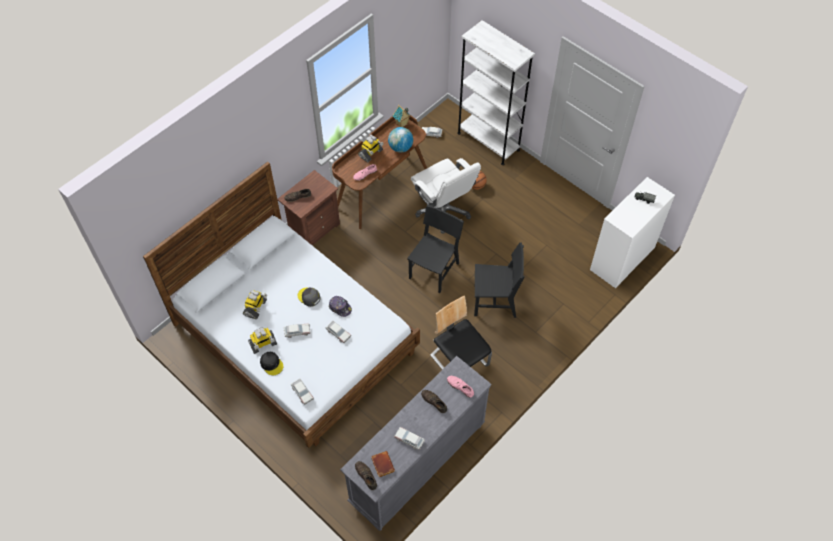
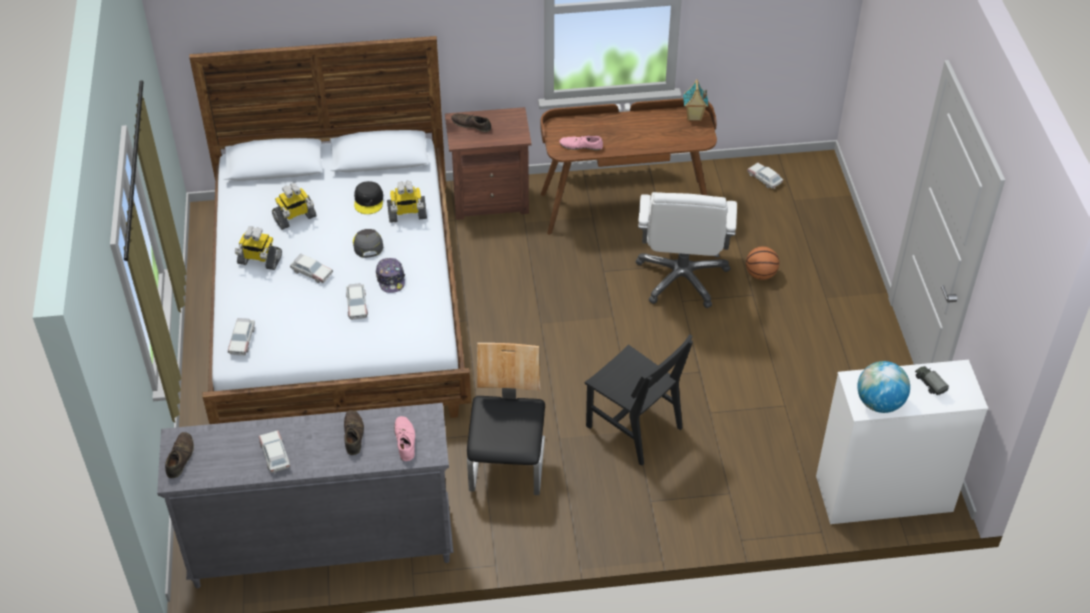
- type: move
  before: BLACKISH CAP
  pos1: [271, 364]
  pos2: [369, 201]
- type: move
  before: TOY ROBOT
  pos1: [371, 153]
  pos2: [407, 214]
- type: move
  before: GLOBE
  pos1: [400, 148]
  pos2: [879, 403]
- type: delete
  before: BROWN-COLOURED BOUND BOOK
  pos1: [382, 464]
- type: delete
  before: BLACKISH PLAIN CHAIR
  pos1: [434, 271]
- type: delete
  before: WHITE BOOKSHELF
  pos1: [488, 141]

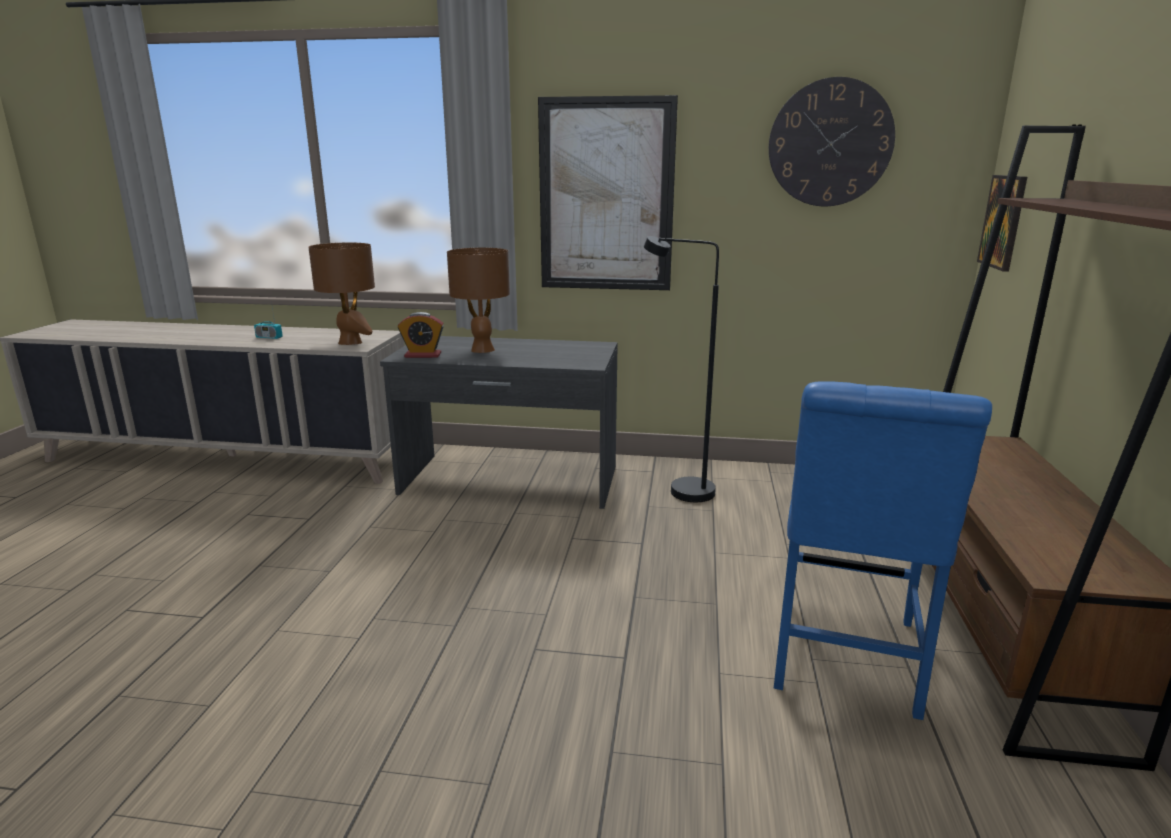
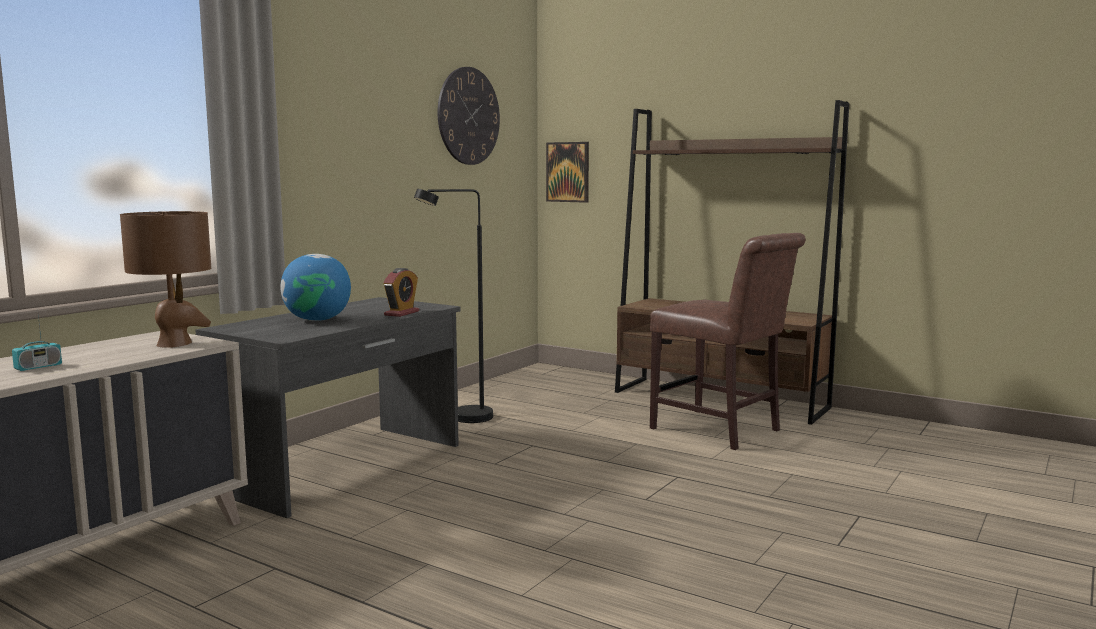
- type: replace
  before: BROWN-COLOURED LAMP FOR A TABLE
  after: GLOBE
  pos1: [482, 349]
  pos2: [317, 320]
- type: move
  before: TABLE CLOCK
  pos1: [423, 355]
  pos2: [401, 313]
- type: recolor
  before: BLUE PLAIN CHAIR
  after: BROWN-COLOURED PLAIN CHAIR
  pos1: [844, 660]
  pos2: [720, 431]
- type: delete
  before: PICTURE
  pos1: [606, 196]

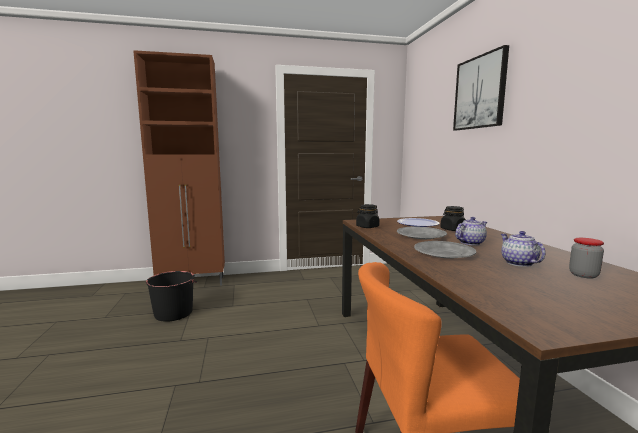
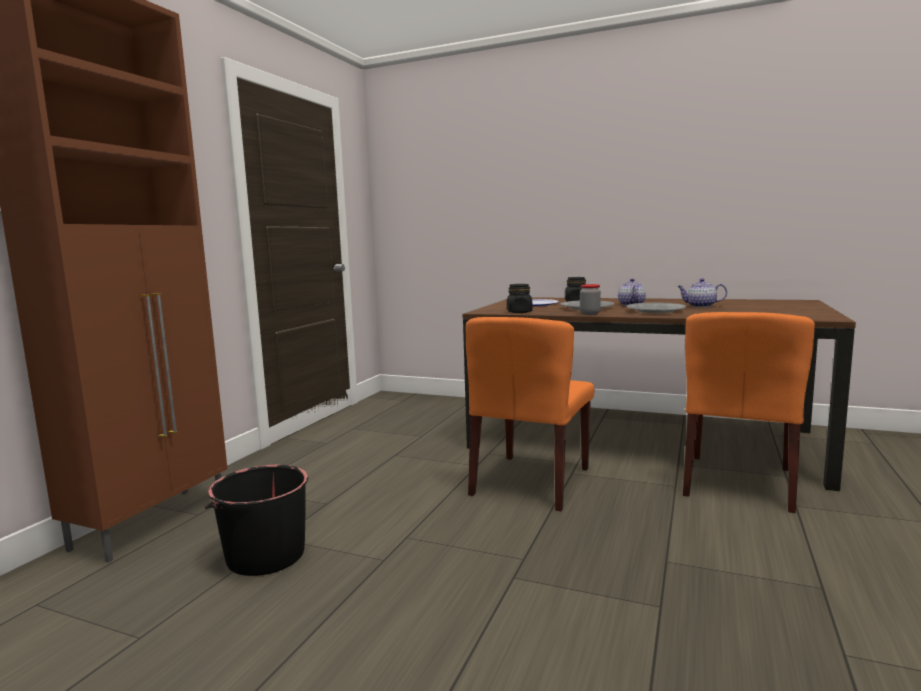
- type: insert
  after: ORANGE-COLOURED PLAIN CHAIR
  pos2: [531, 482]
- type: move
  before: STORAGE JAR
  pos1: [583, 275]
  pos2: [590, 314]
- type: delete
  before: PICTURE
  pos1: [480, 92]

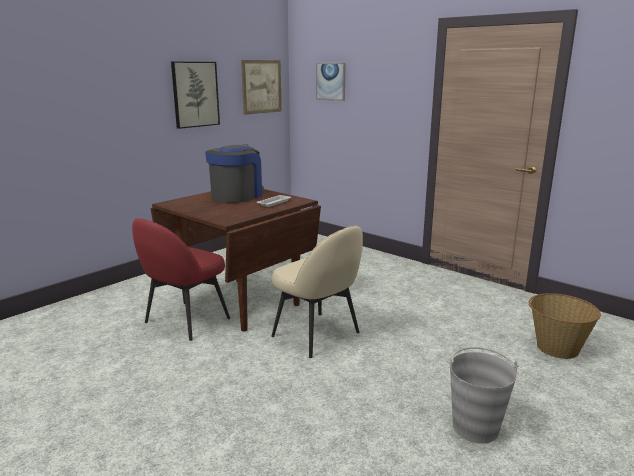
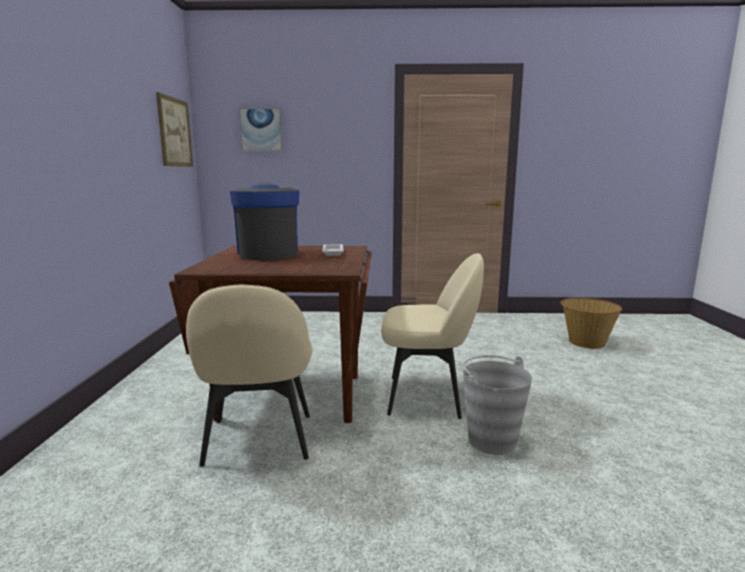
- type: recolor
  before: REDDISH PLAIN CHAIR
  after: BEIGE PLAIN CHAIR
  pos1: [185, 321]
  pos2: [258, 441]
- type: move
  before: GREY BUCKET
  pos1: [475, 427]
  pos2: [492, 440]
- type: delete
  before: PICTURE
  pos1: [195, 94]

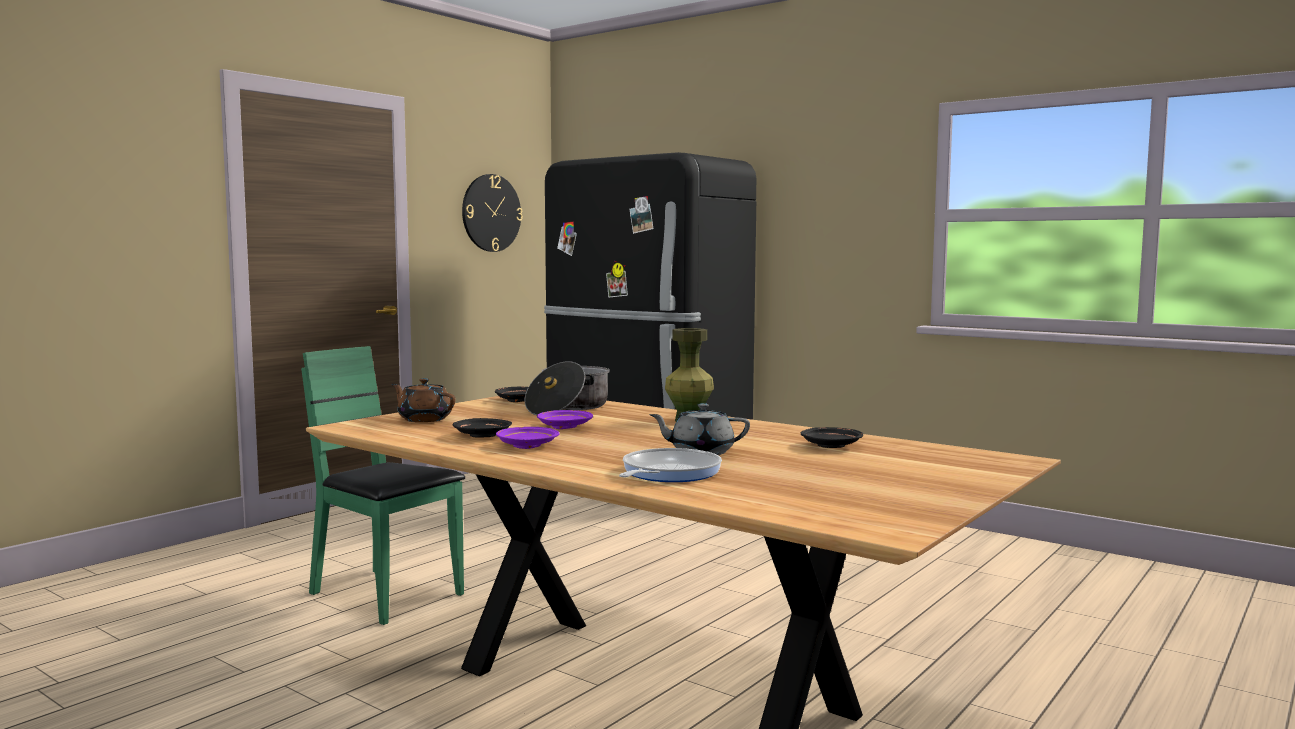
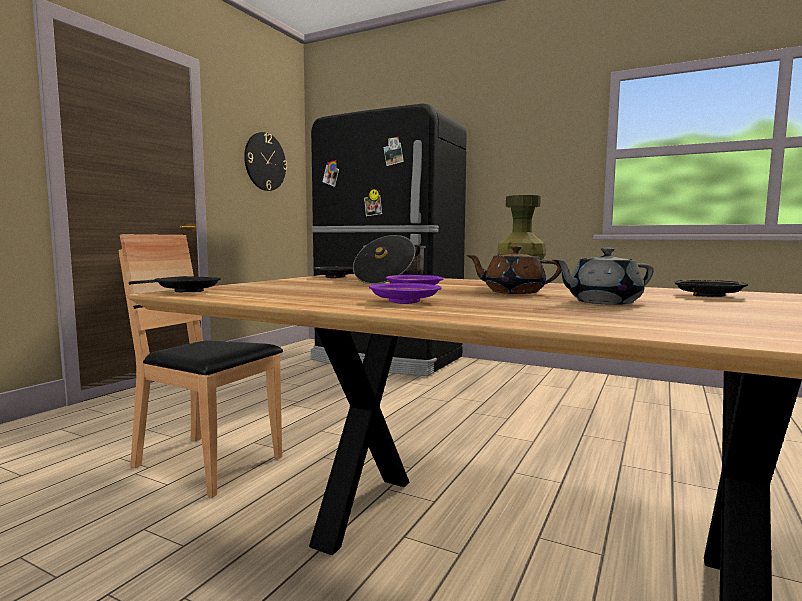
- type: recolor
  before: GREENISH PLAIN CHAIR
  after: BROWN-COLOURED PLAIN CHAIR
  pos1: [385, 595]
  pos2: [207, 463]
- type: move
  before: BLACKISH DINNER PLATE
  pos1: [483, 436]
  pos2: [189, 292]
- type: move
  before: BROWN-COLOURED TEAPOT
  pos1: [424, 419]
  pos2: [513, 292]
- type: delete
  before: FRYING PAN
  pos1: [667, 473]

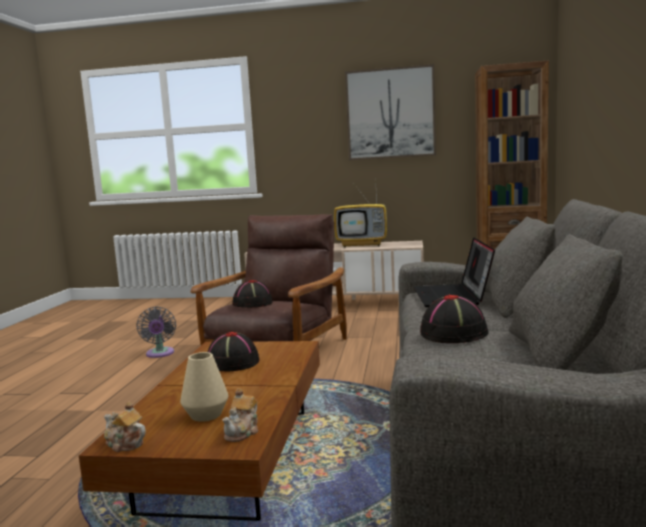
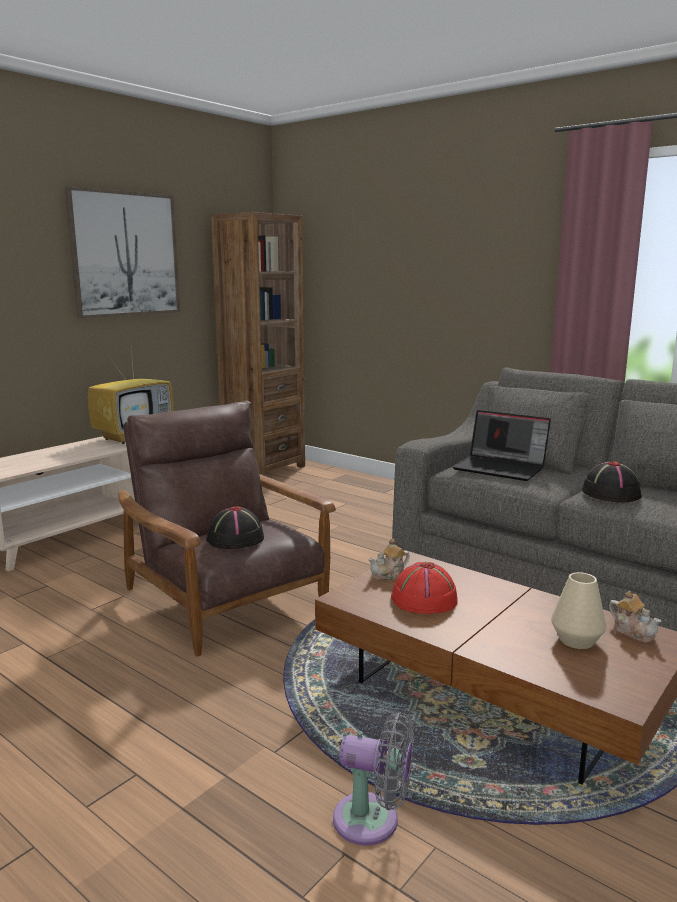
- type: move
  before: GREY FAN
  pos1: [160, 354]
  pos2: [373, 821]
- type: move
  before: TEAPOT
  pos1: [125, 444]
  pos2: [389, 575]
- type: recolor
  before: BLACKISH HAT
  after: REDDISH HAT
  pos1: [232, 362]
  pos2: [423, 600]

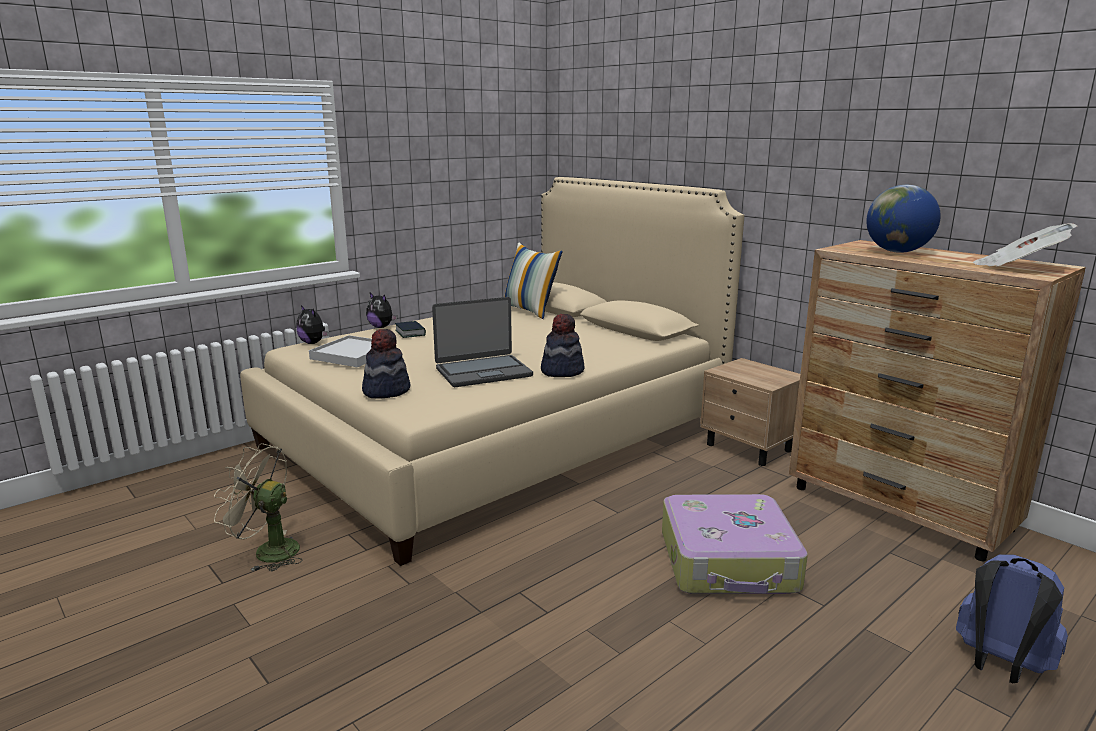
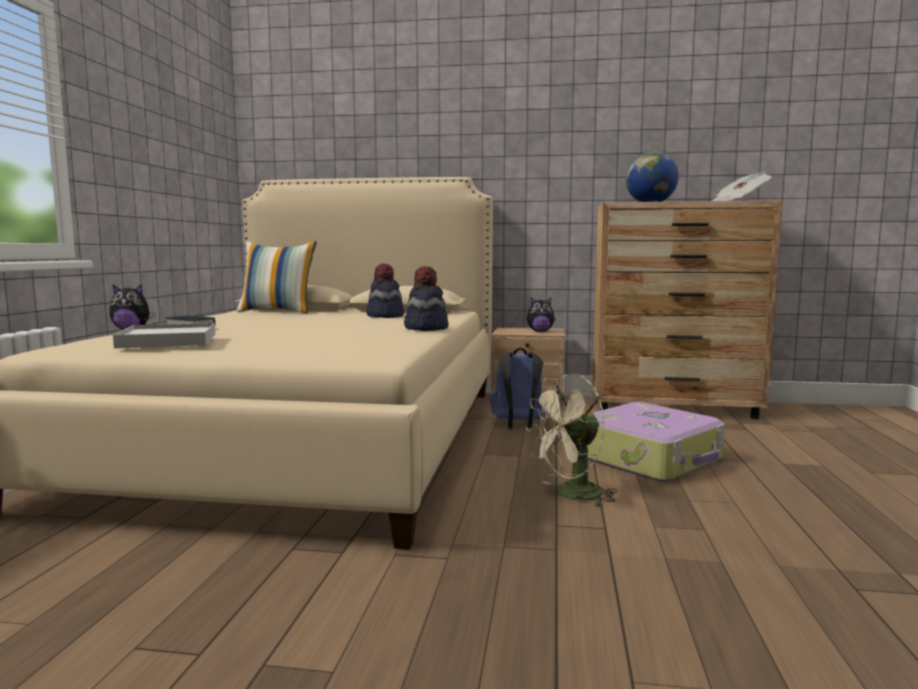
- type: move
  before: HAT
  pos1: [386, 391]
  pos2: [385, 316]
- type: move
  before: BLUE RUCKSACK
  pos1: [999, 665]
  pos2: [518, 425]
- type: move
  before: BEIGE FAN
  pos1: [267, 551]
  pos2: [571, 495]
- type: move
  before: SOFT TOY
  pos1: [313, 343]
  pos2: [540, 331]
- type: delete
  before: PORTABLE COMPUTER
  pos1: [483, 372]

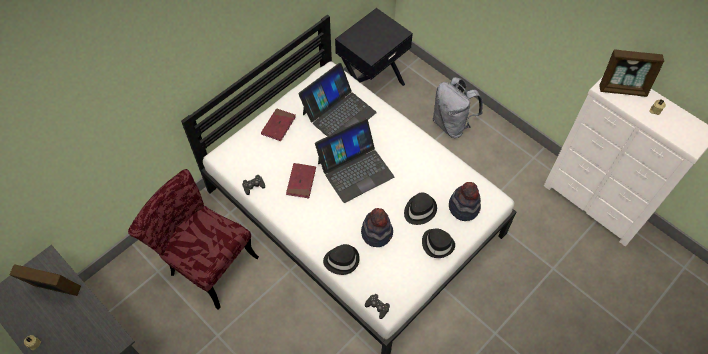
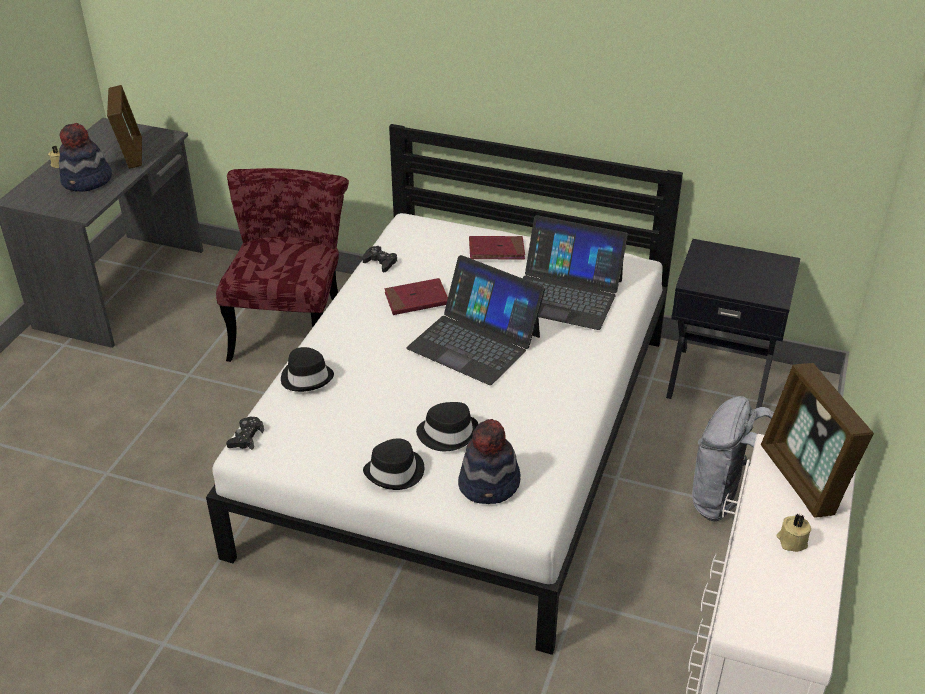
- type: move
  before: HAT
  pos1: [377, 232]
  pos2: [87, 181]

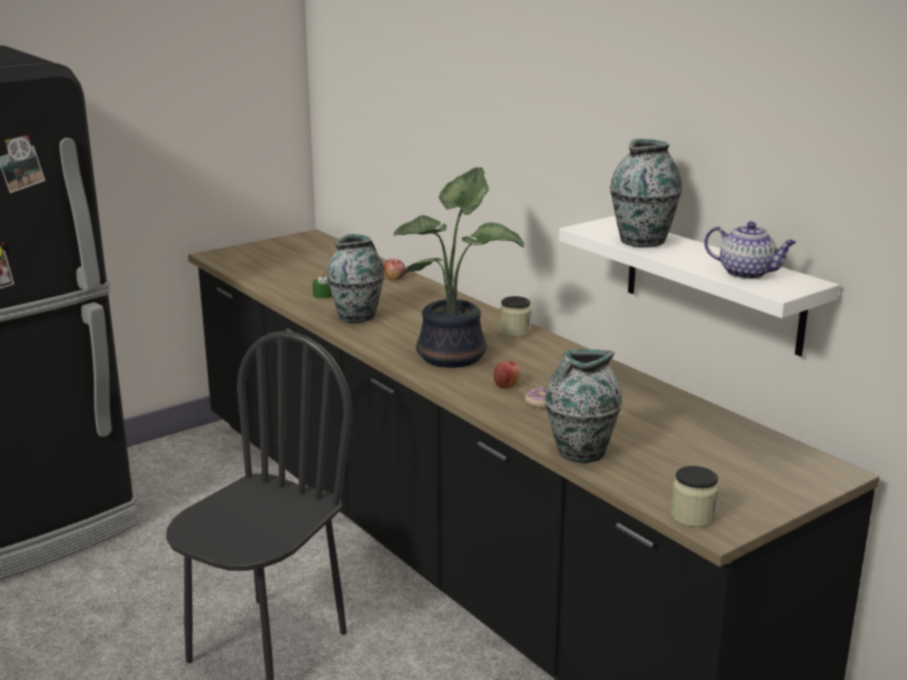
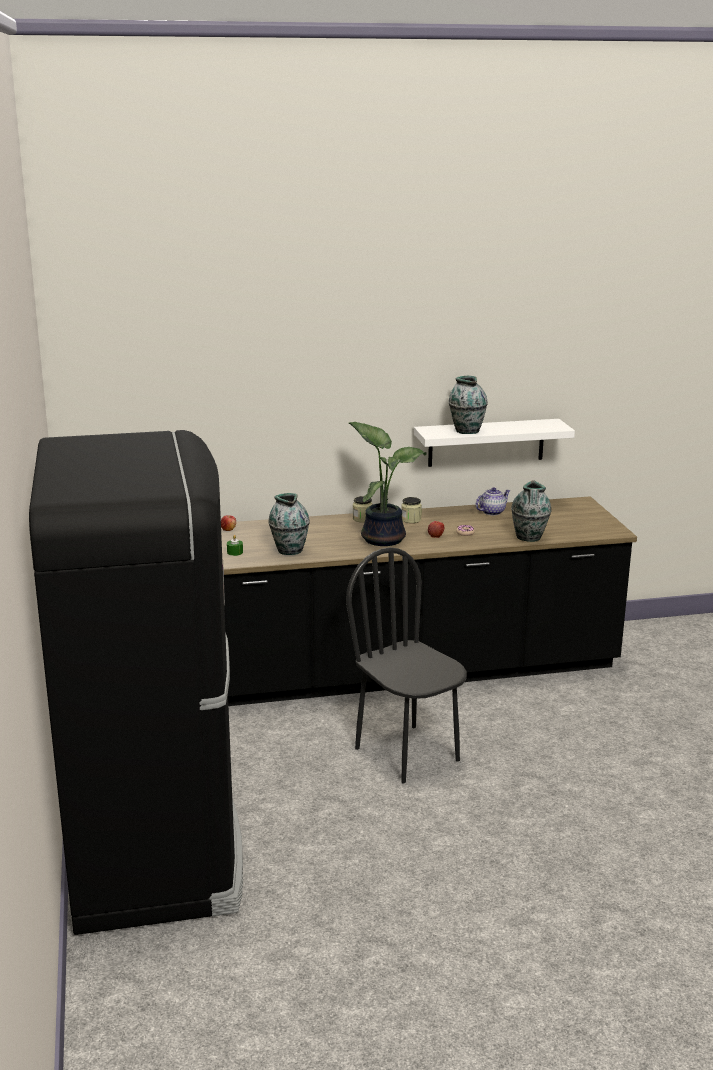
- type: move
  before: STORAGE JAR
  pos1: [693, 516]
  pos2: [411, 520]
- type: move
  before: TEAPOT
  pos1: [747, 273]
  pos2: [492, 512]

